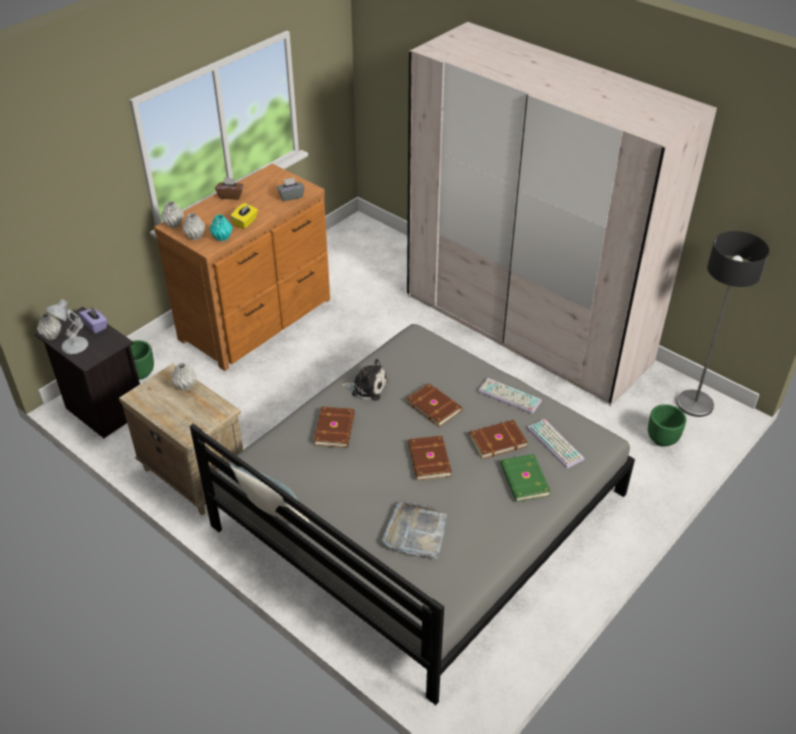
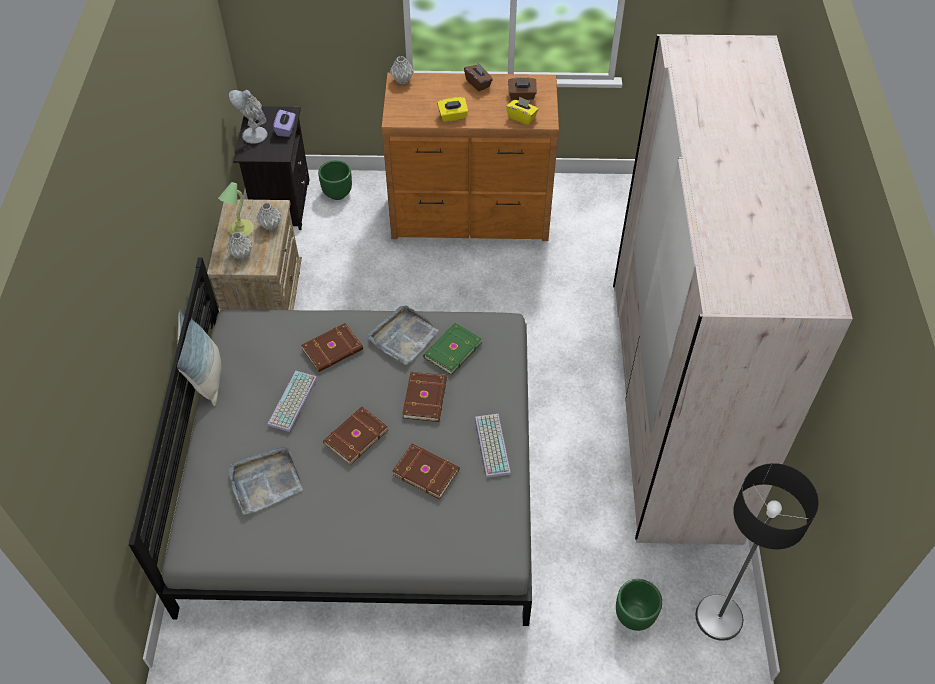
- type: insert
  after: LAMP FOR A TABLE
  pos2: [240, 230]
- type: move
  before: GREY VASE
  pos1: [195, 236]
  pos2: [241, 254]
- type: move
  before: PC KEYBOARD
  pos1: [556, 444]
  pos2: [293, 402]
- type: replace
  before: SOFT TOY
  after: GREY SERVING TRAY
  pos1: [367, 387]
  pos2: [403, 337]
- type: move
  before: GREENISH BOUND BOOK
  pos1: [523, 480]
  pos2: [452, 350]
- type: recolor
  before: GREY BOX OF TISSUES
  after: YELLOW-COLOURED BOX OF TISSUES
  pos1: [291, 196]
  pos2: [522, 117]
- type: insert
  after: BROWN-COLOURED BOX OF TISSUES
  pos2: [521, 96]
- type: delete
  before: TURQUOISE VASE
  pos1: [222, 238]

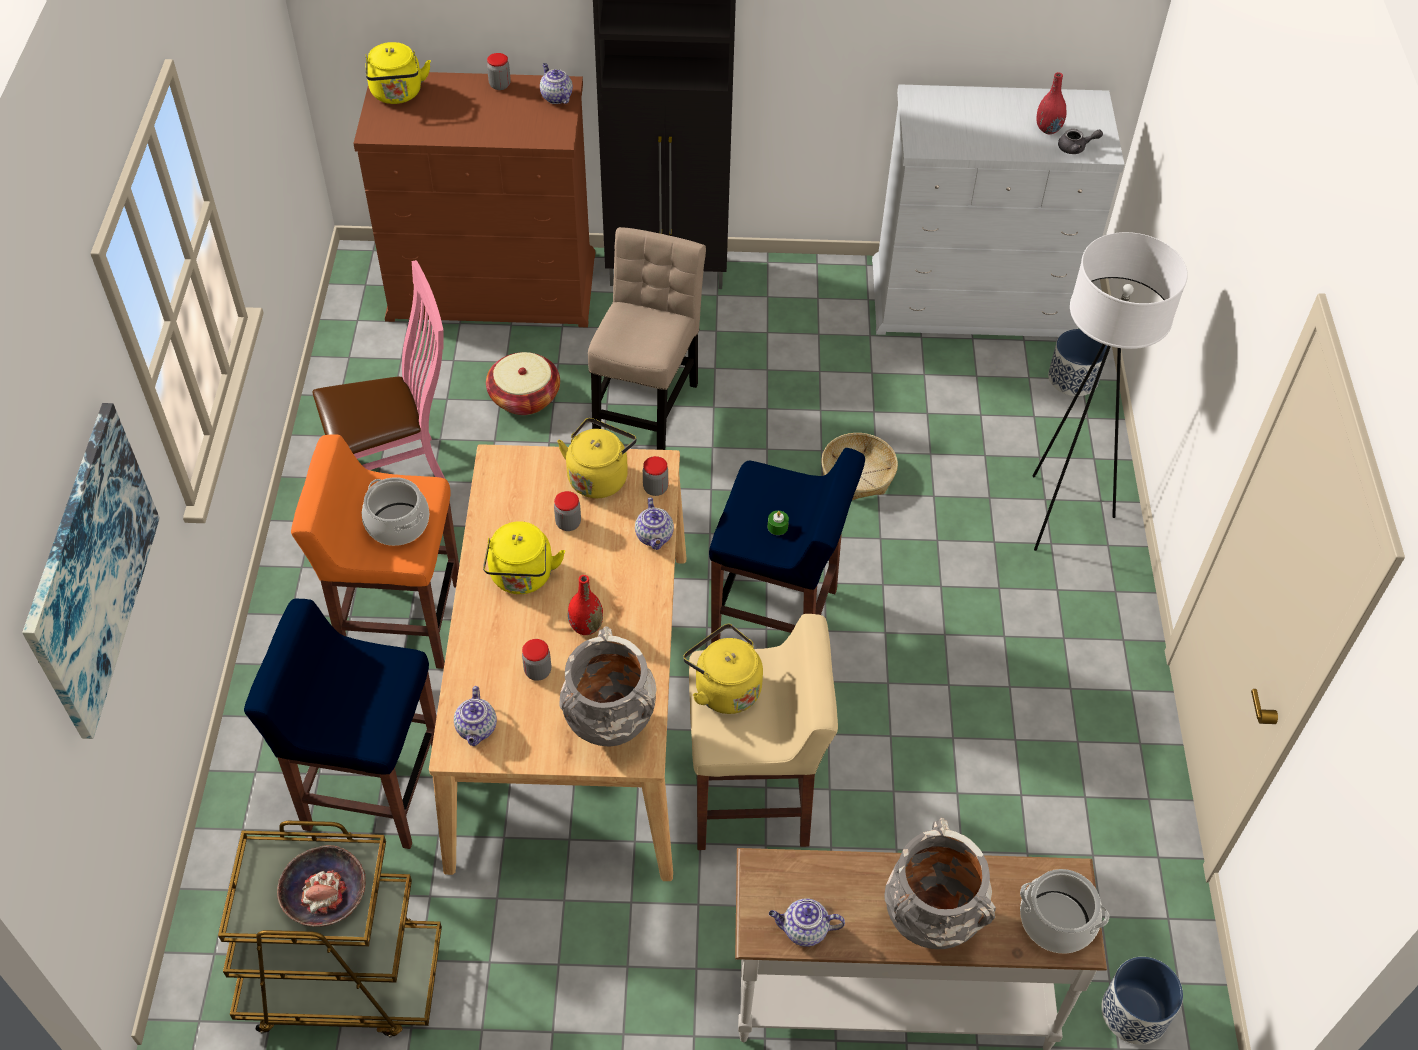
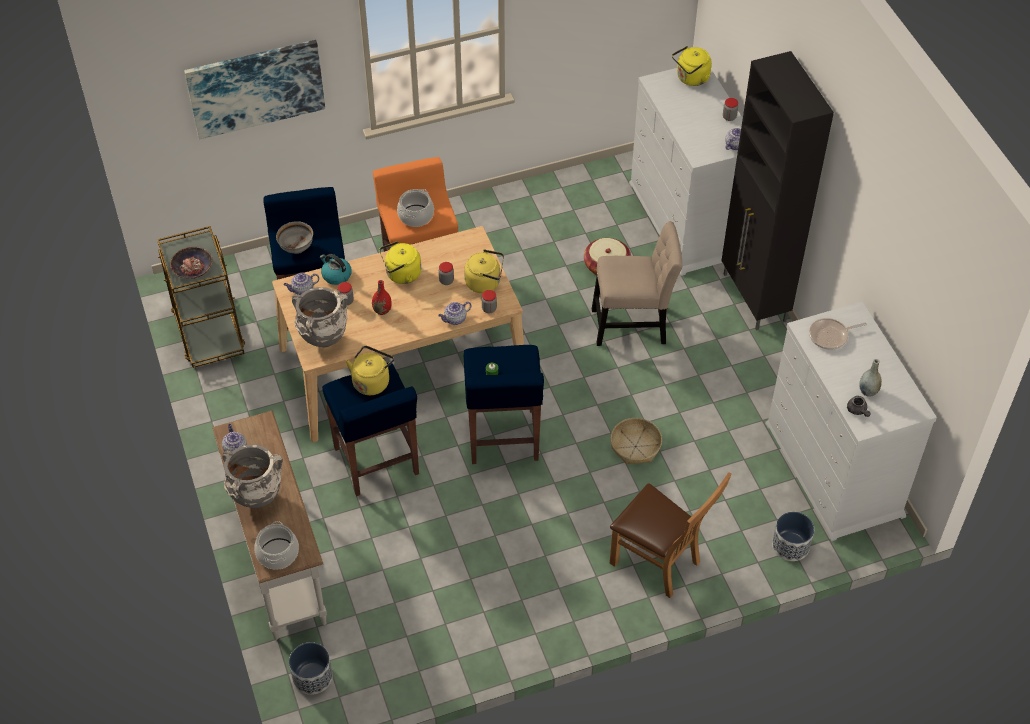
- type: insert
  after: GREY SERVING BOWL
  pos2: [297, 249]
- type: insert
  after: TEA KETTLE
  pos2: [336, 275]
- type: recolor
  before: BEIGE STOOL SEAT
  after: BLUE STOOL SEAT
  pos1: [753, 798]
  pos2: [376, 462]
- type: replace
  before: WHITE STANDARD LAMP
  after: BROWN-COLOURED PLAIN CHAIR
  pos1: [1059, 514]
  pos2: [660, 564]
- type: recolor
  before: BROWN-COLOURED DRESSER
  after: WHITE DRESSER
  pos1: [493, 286]
  pos2: [687, 220]
- type: insert
  after: FRYING PAN
  pos2: [830, 336]
- type: recolor
  before: REDDISH VASE
  after: GREY VASE
  pos1: [1048, 129]
  pos2: [868, 391]
- type: delete
  before: PINK-COLOURED PLAIN CHAIR
  pos1: [398, 471]

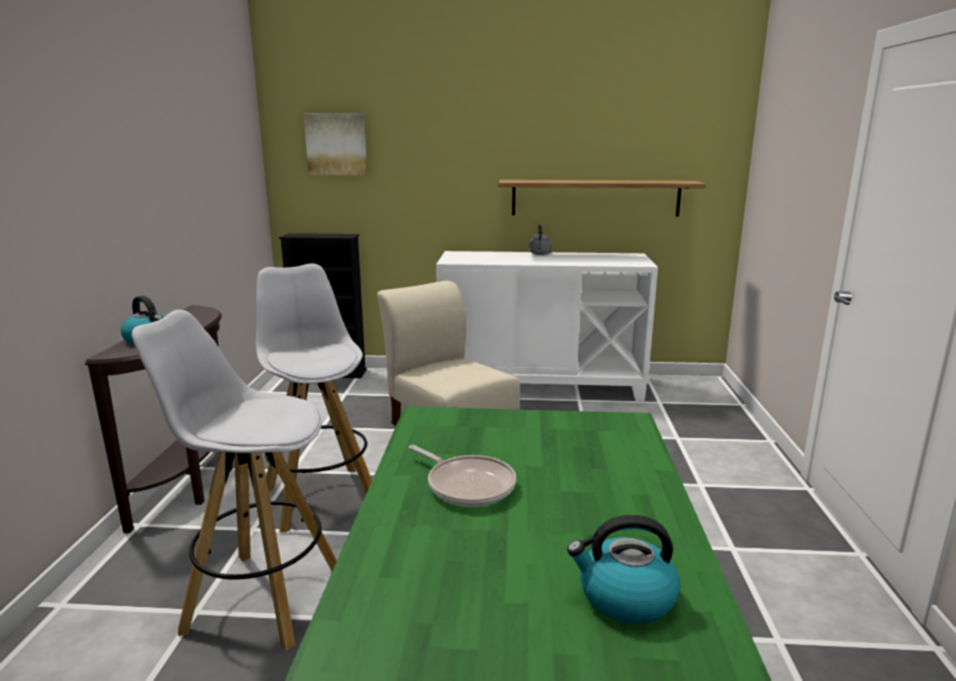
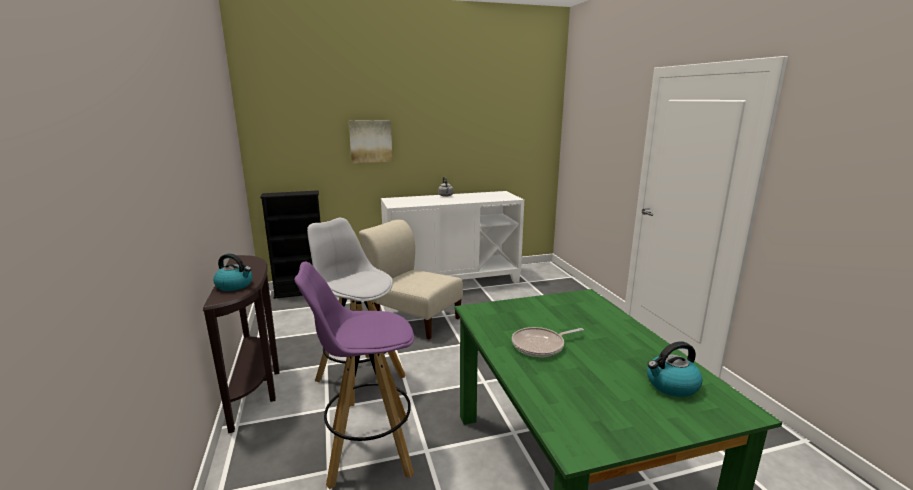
- type: recolor
  before: WHITE STOOL SEAT
  after: PURPLE STOOL SEAT
  pos1: [261, 598]
  pos2: [368, 451]
- type: move
  before: PICTURE
  pos1: [336, 144]
  pos2: [370, 141]
- type: rotate
  before: FRYING PAN
  pos1: [467, 485]
  pos2: [541, 345]
  turn: 135
- type: delete
  before: BRACKET SHELF
  pos1: [595, 198]

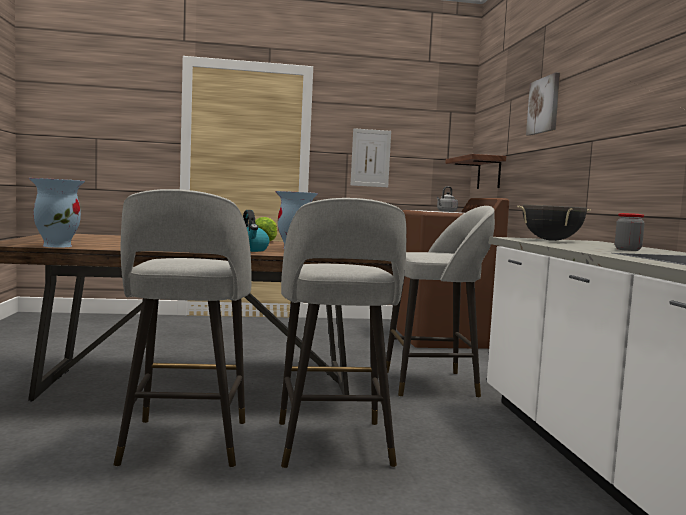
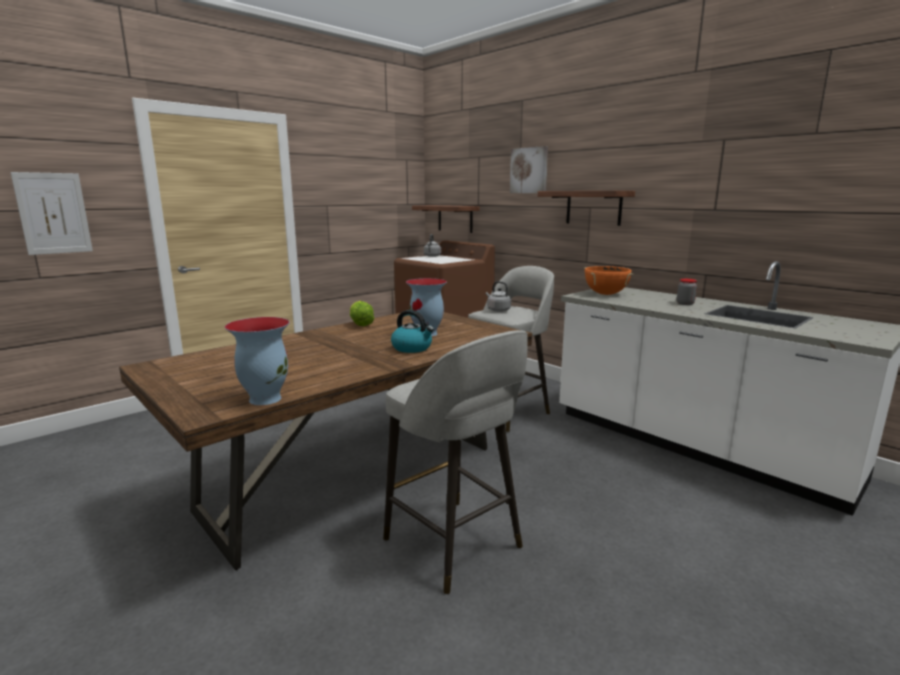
- type: move
  before: PICTURE
  pos1: [370, 158]
  pos2: [53, 213]
- type: insert
  after: GREY TEA KETTLE
  pos2: [497, 310]
- type: insert
  after: BRACKET SHELF
  pos2: [593, 207]
- type: recolor
  before: BLACKISH COOKING POT
  after: ORANGE-COLOURED COOKING POT
  pos1: [551, 240]
  pos2: [605, 294]
- type: delete
  before: GREY STOOL SEAT
  pos1: [333, 445]

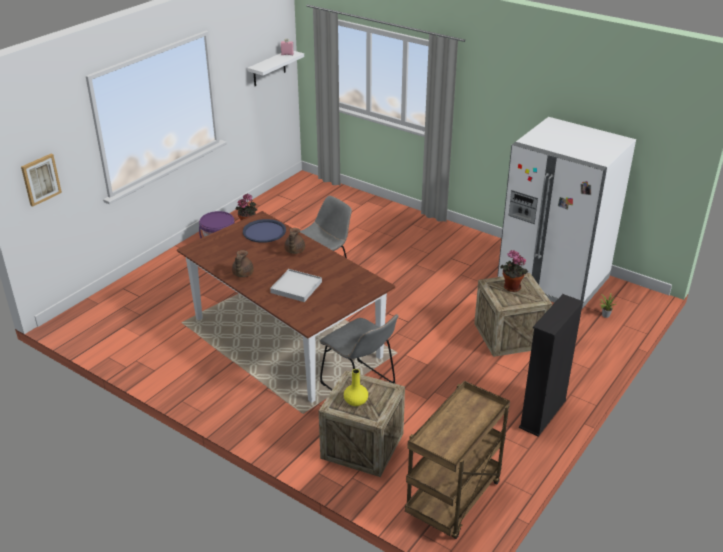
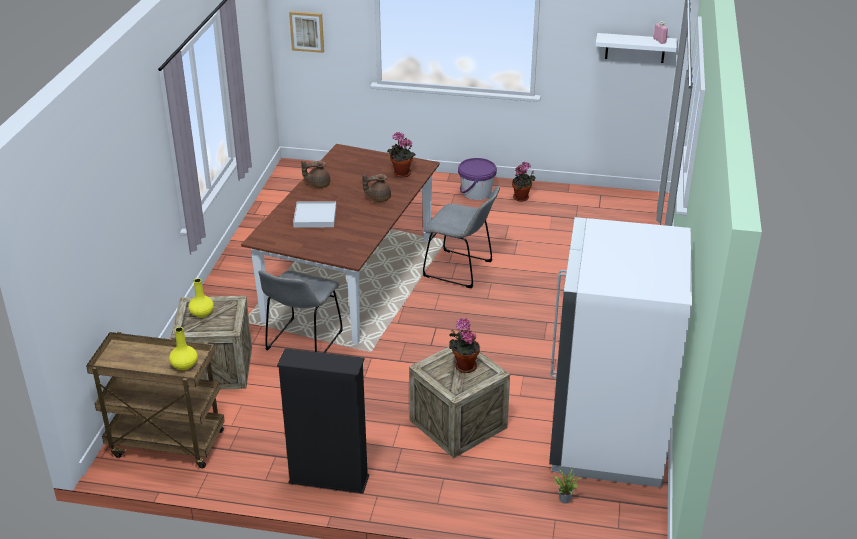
- type: insert
  after: YELLOW-COLOURED VASE
  pos2: [184, 365]
- type: replace
  before: BLUE SERVING TRAY
  after: PLANT IN A POT
  pos1: [264, 231]
  pos2: [400, 174]

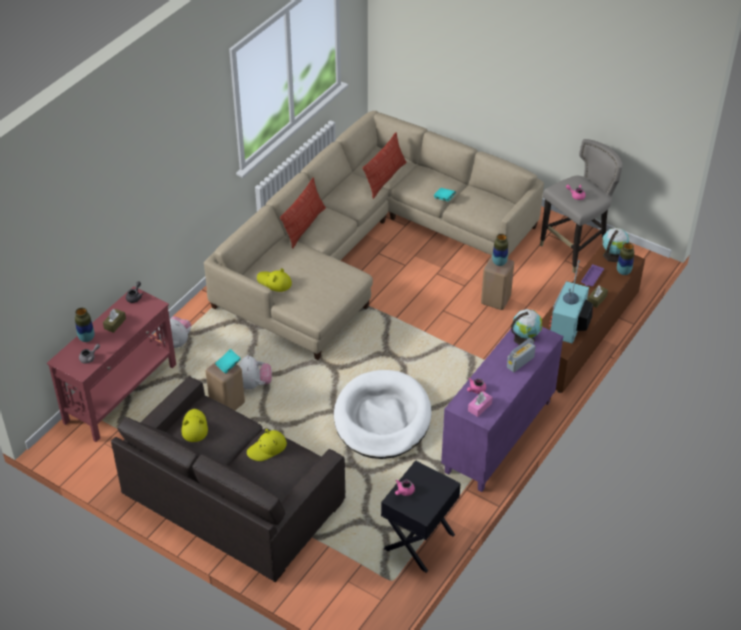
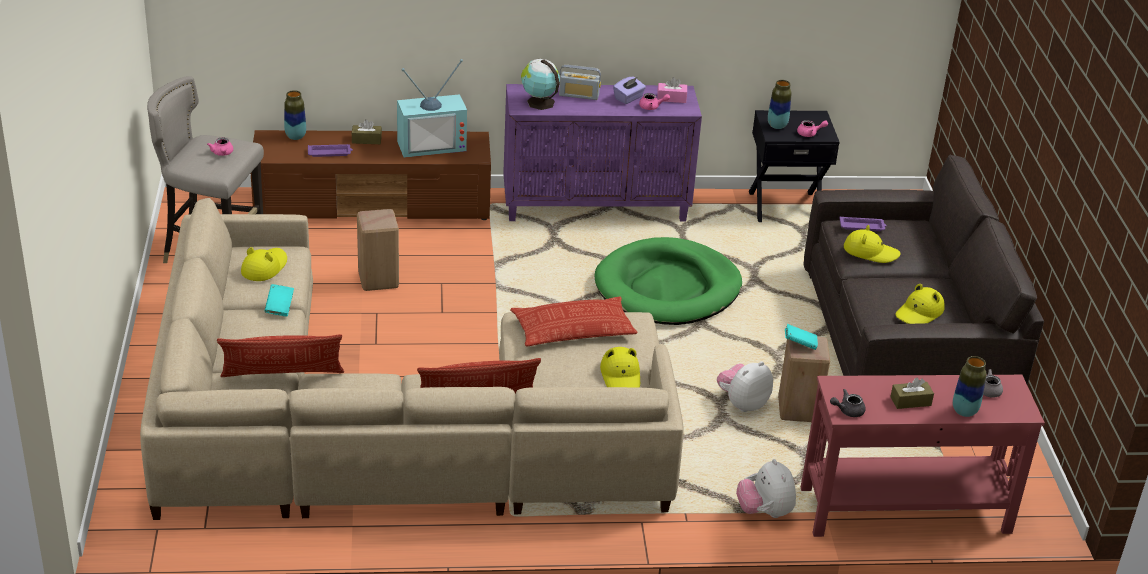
- type: insert
  after: YELLOW-COLOURED HAT
  pos2: [264, 267]
- type: insert
  after: PILLOW
  pos2: [573, 329]
- type: recolor
  before: WHITE PET BED
  after: GREENISH PET BED
  pos1: [382, 418]
  pos2: [667, 288]
- type: insert
  after: PURPLE BOX OF TISSUES
  pos2: [628, 98]
- type: move
  before: VASE
  pos1: [499, 262]
  pos2: [777, 126]
- type: insert
  after: PURPLE SERVING TRAY
  pos2: [862, 226]
- type: delete
  before: GLOBE
  pos1: [613, 255]

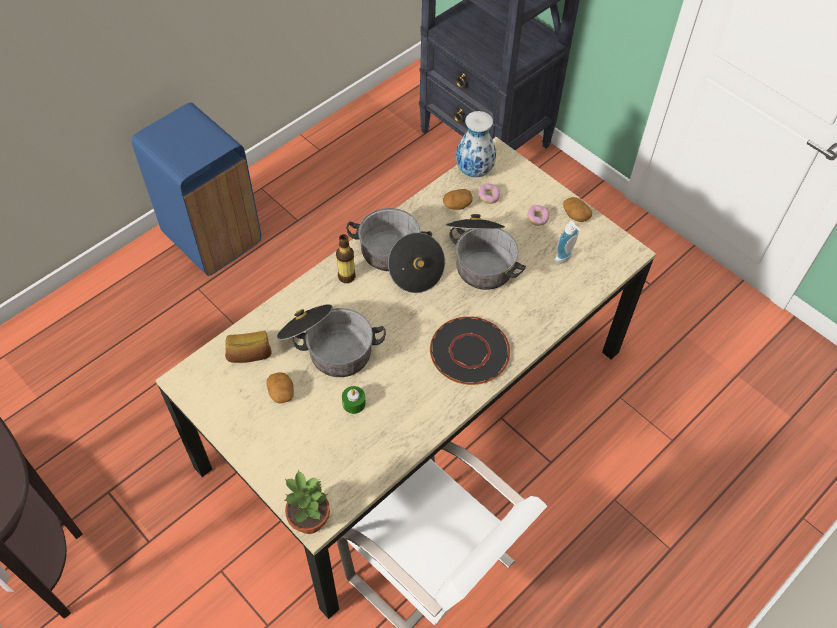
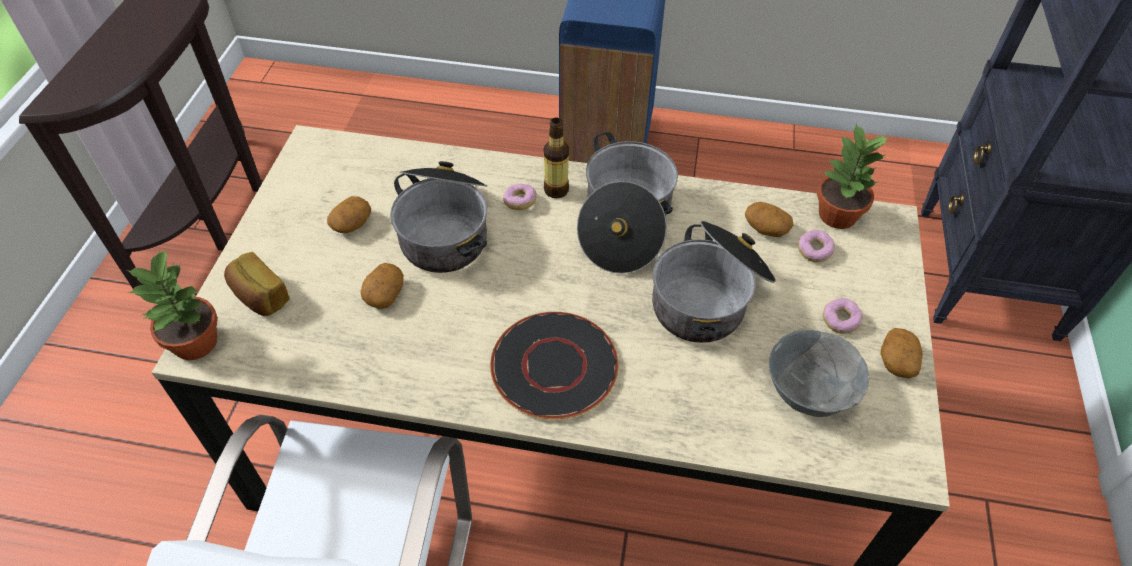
- type: move
  before: BAKED BREAD
  pos1: [249, 355]
  pos2: [259, 296]
- type: replace
  before: GREENISH CANDLE
  after: POTATO
  pos1: [354, 403]
  pos2: [384, 294]
- type: insert
  after: DOUGHNUT
  pos2: [520, 202]
- type: replace
  before: SOAP BOTTLE
  after: GREY SERVING BOWL
  pos1: [565, 259]
  pos2: [808, 391]
- type: replace
  before: VASE
  after: PLANT IN A POT
  pos1: [475, 171]
  pos2: [837, 216]

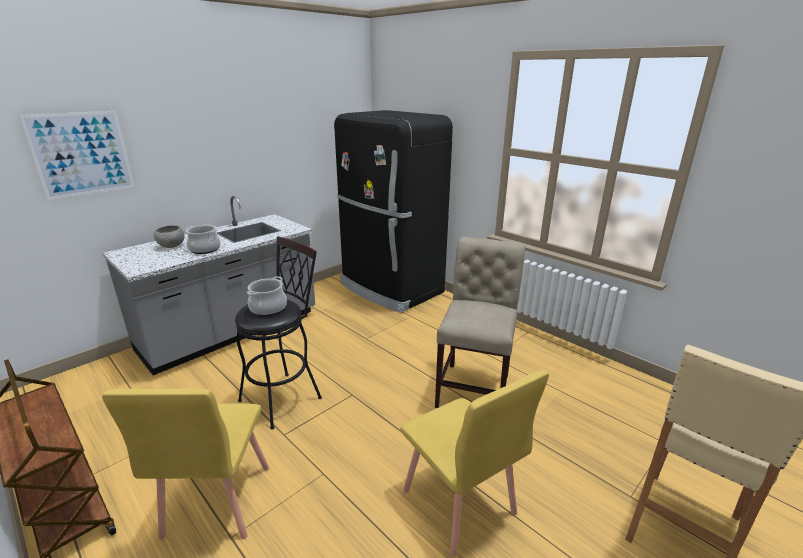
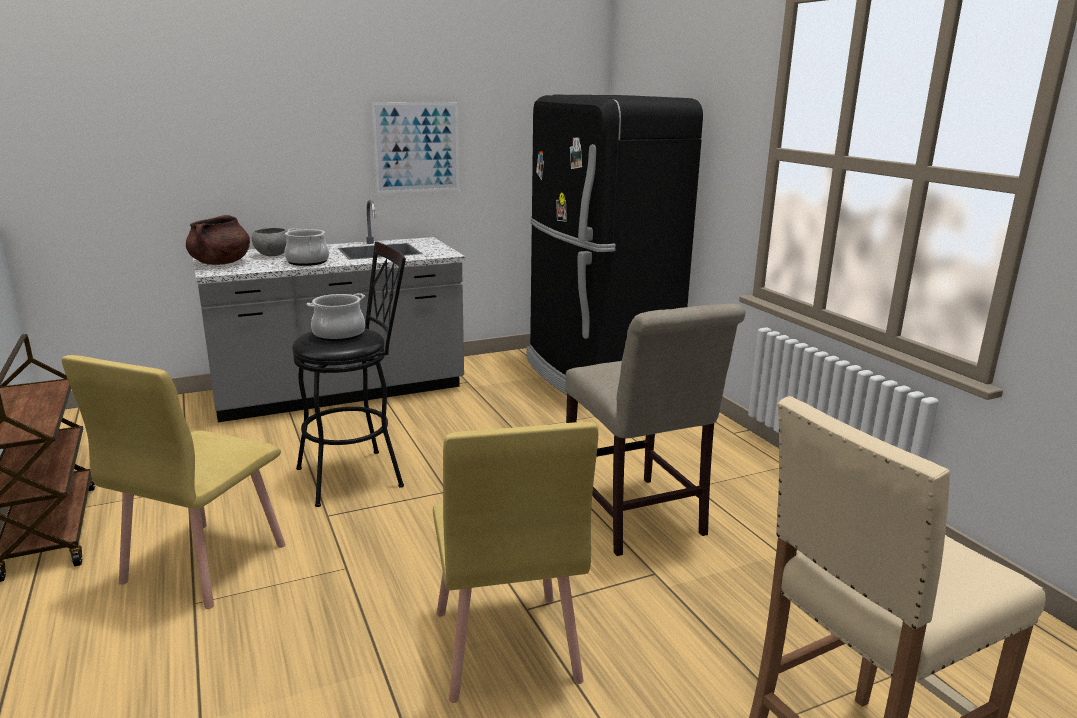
- type: insert
  after: BROWN-COLOURED COOKING POT
  pos2: [220, 263]
- type: move
  before: PICTURE
  pos1: [81, 154]
  pos2: [416, 147]
- type: rotate
  before: BEIGE PLAIN CHAIR
  pos1: [475, 387]
  pos2: [636, 519]
  turn: 120

